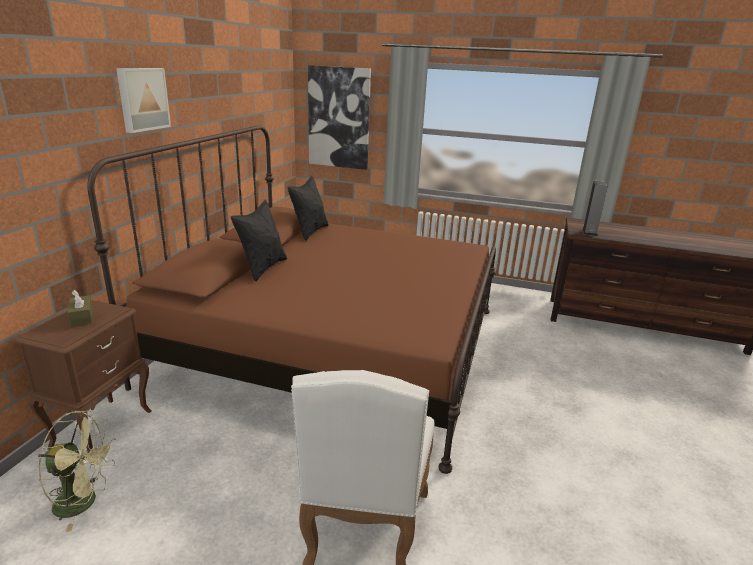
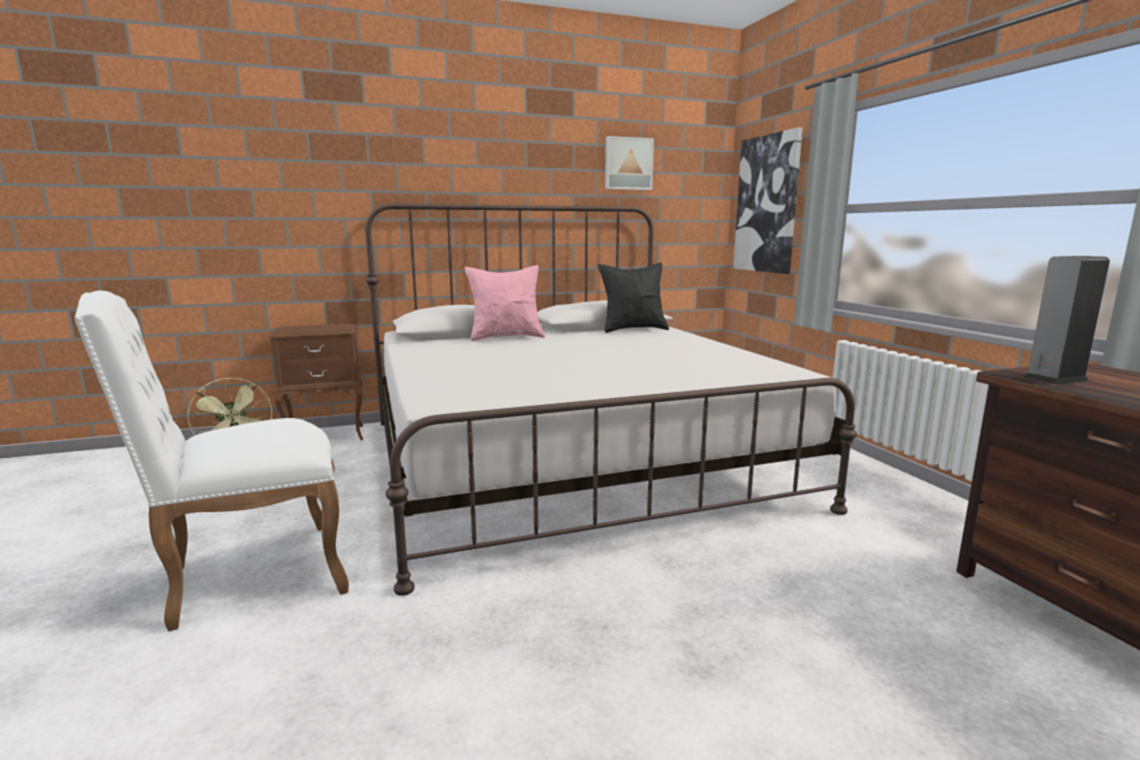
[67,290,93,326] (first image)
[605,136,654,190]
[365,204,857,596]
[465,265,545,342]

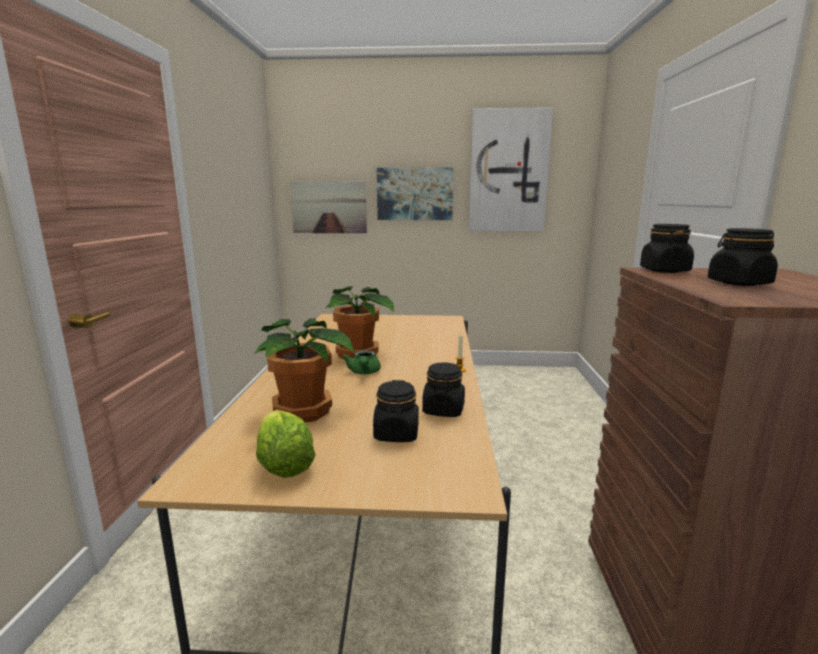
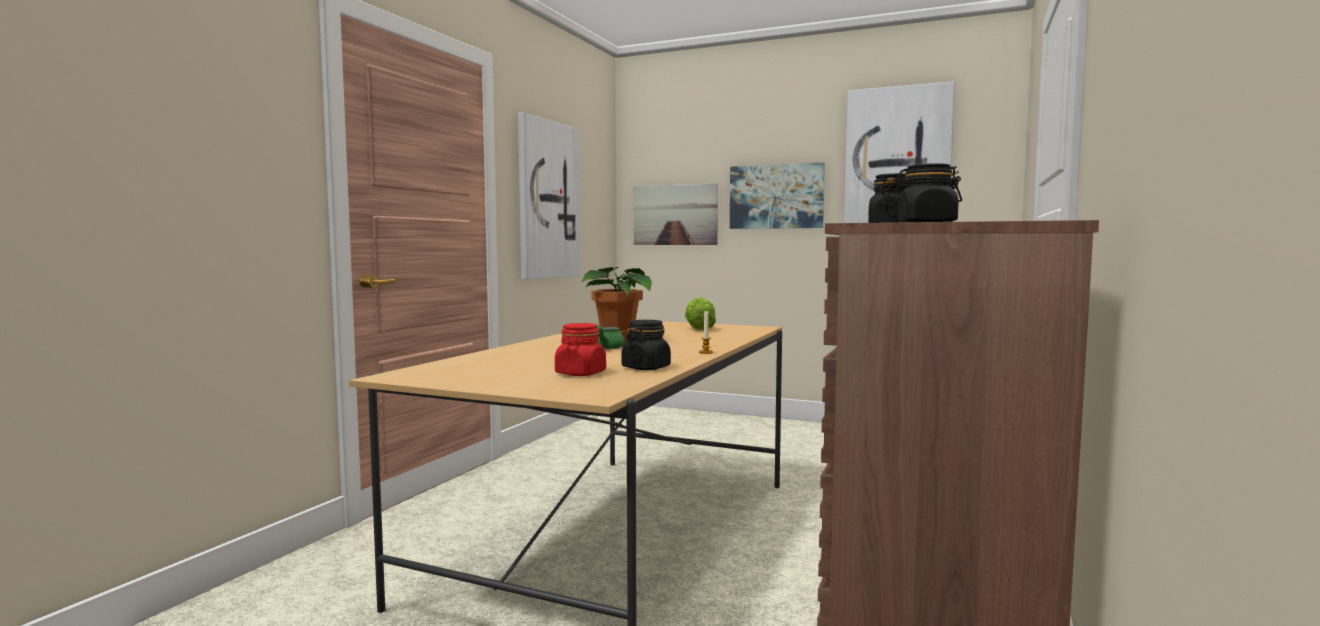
[254,318,354,422] (first image)
[518,112,581,280]
[685,298,716,330]
[555,323,606,376]

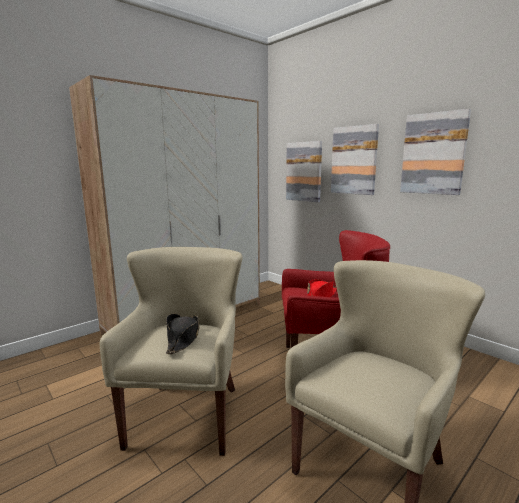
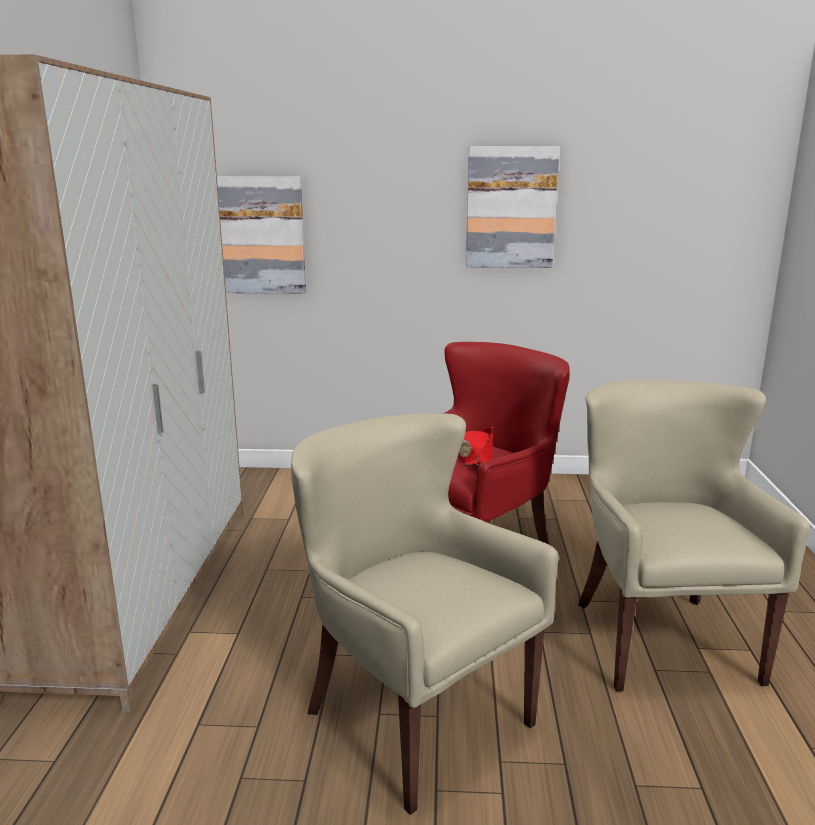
[166,314,199,354] (first image)
[331,124,379,195] (first image)

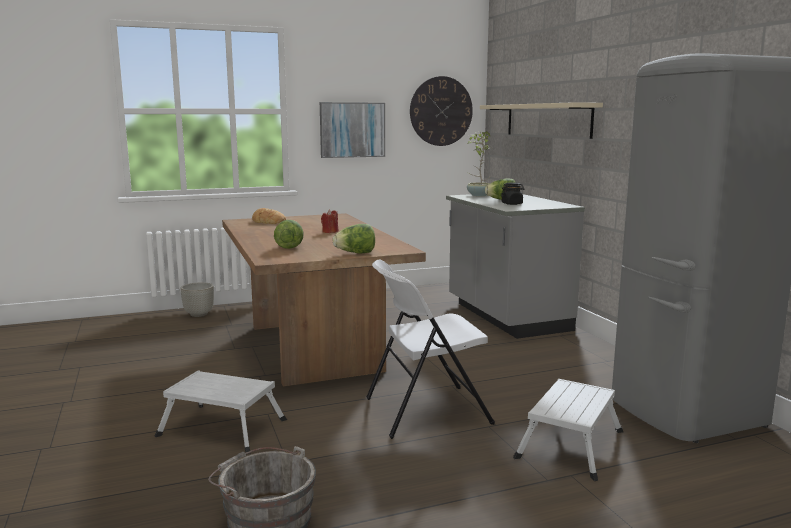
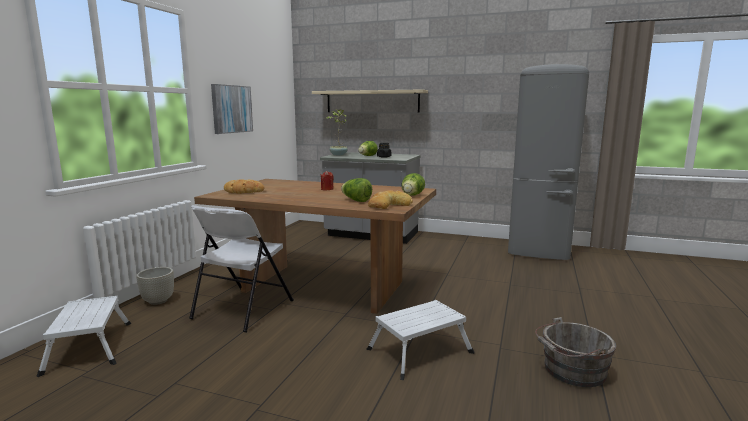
[410,76,473,146] (first image)
[368,190,413,209]
[189,205,294,333]
[36,296,132,377]

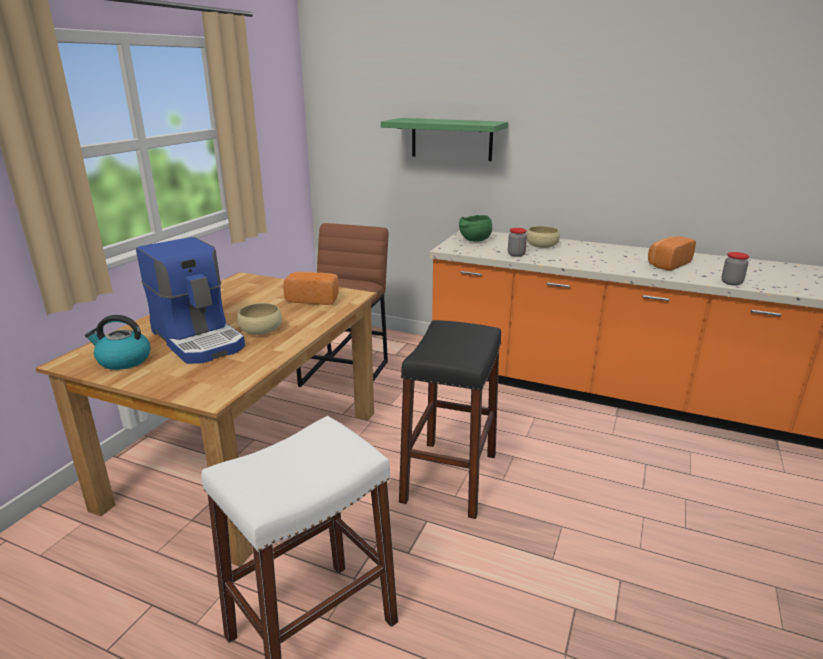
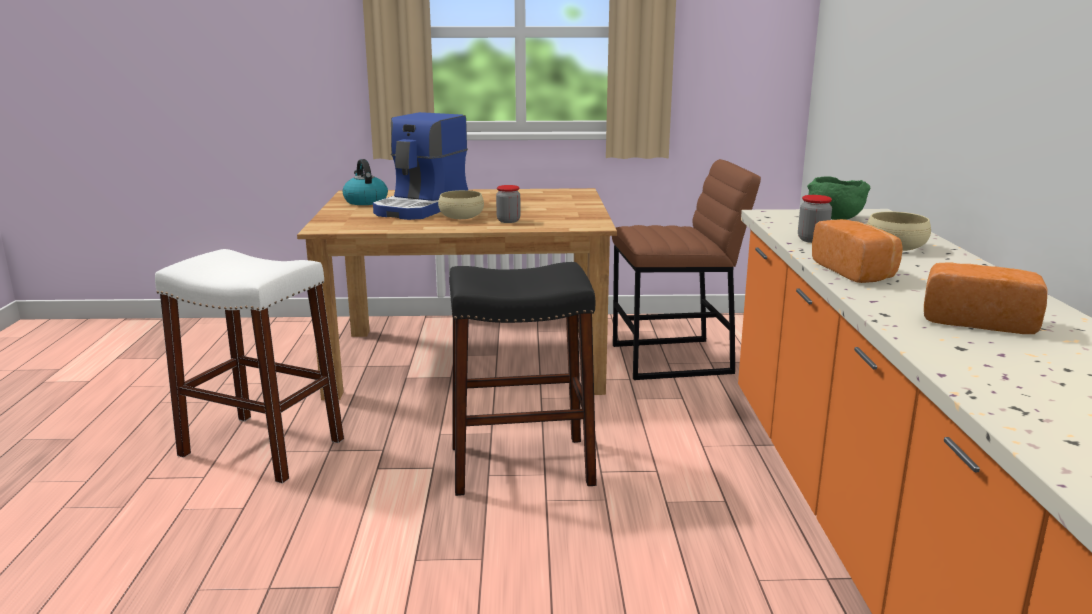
[381,118,508,161] (first image)
[812,219,902,283]
[496,185,521,223]

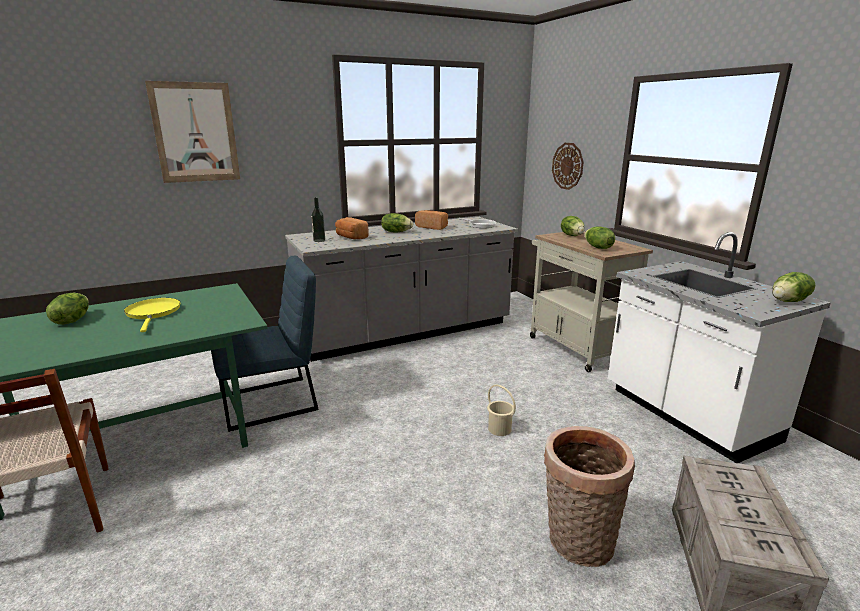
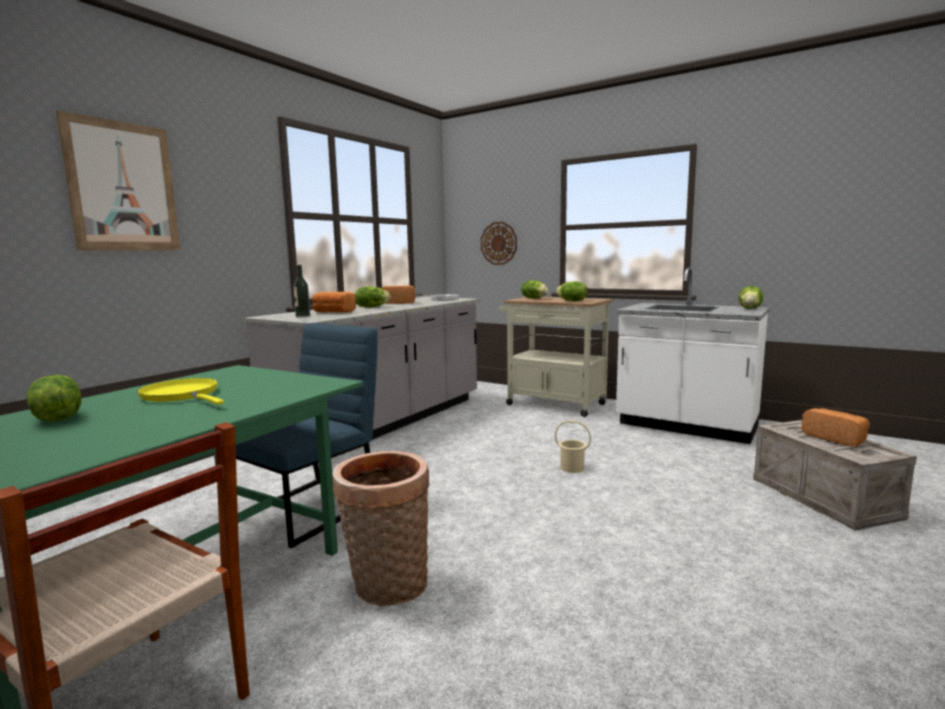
[801,408,870,447]
[333,451,429,606]

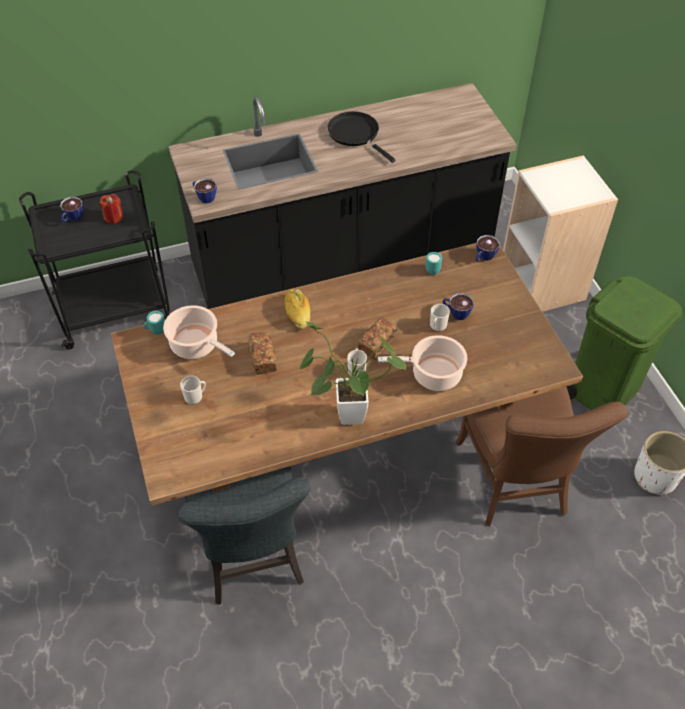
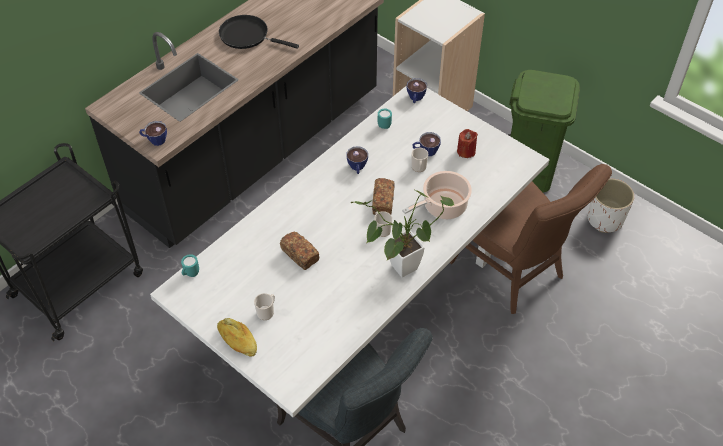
[163,305,235,359] (first image)
[346,146,368,174]
[457,129,478,158]
[217,318,257,357]
[150,86,549,417]

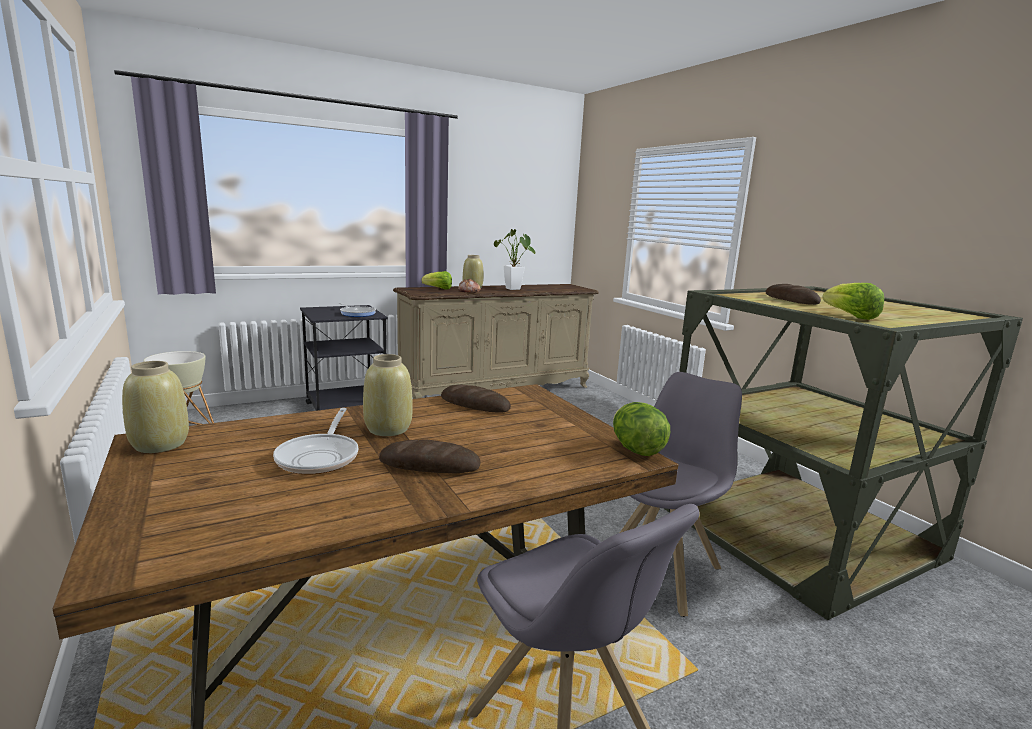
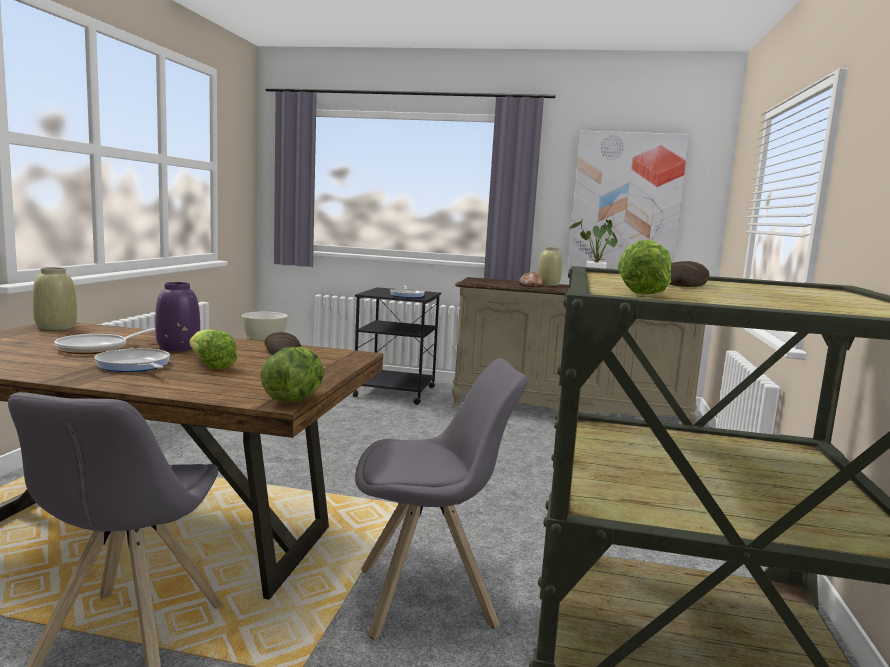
[568,131,689,270]
[190,329,237,369]
[94,348,170,372]
[155,282,200,351]

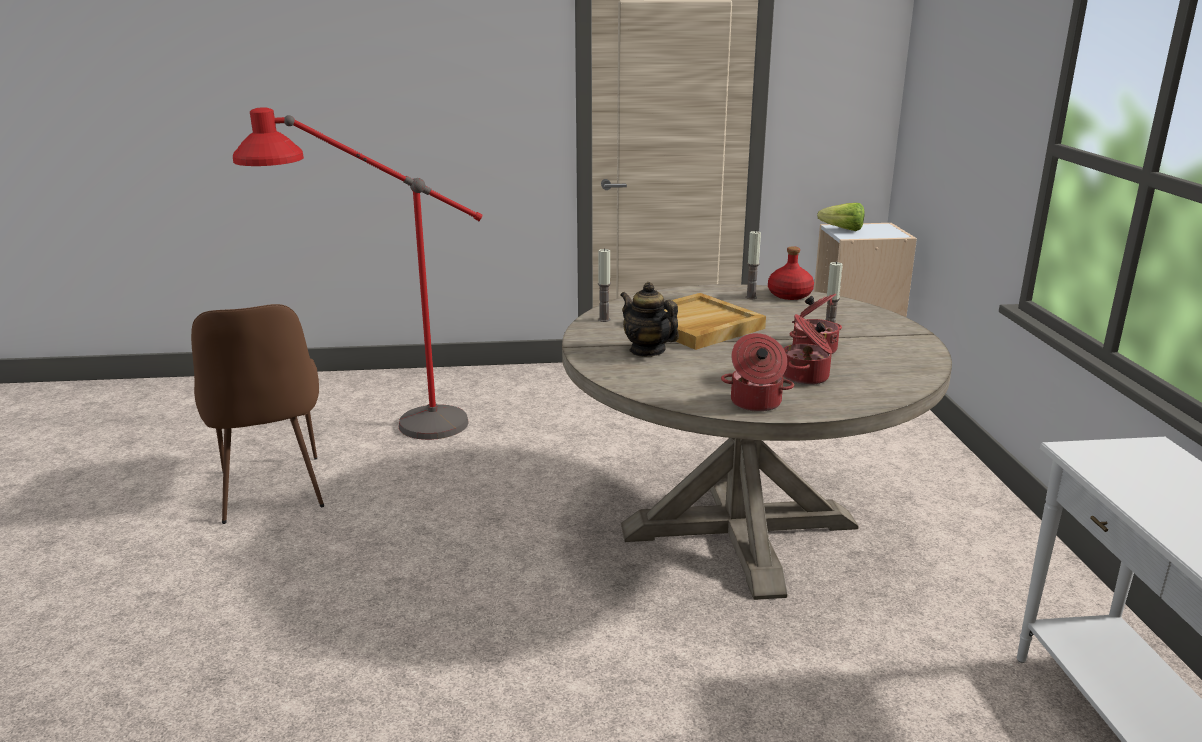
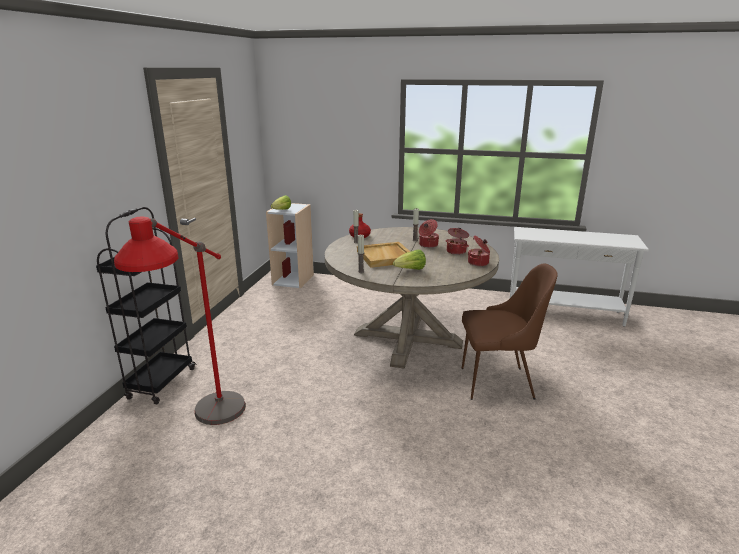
[96,207,196,404]
[462,263,558,400]
[393,250,426,270]

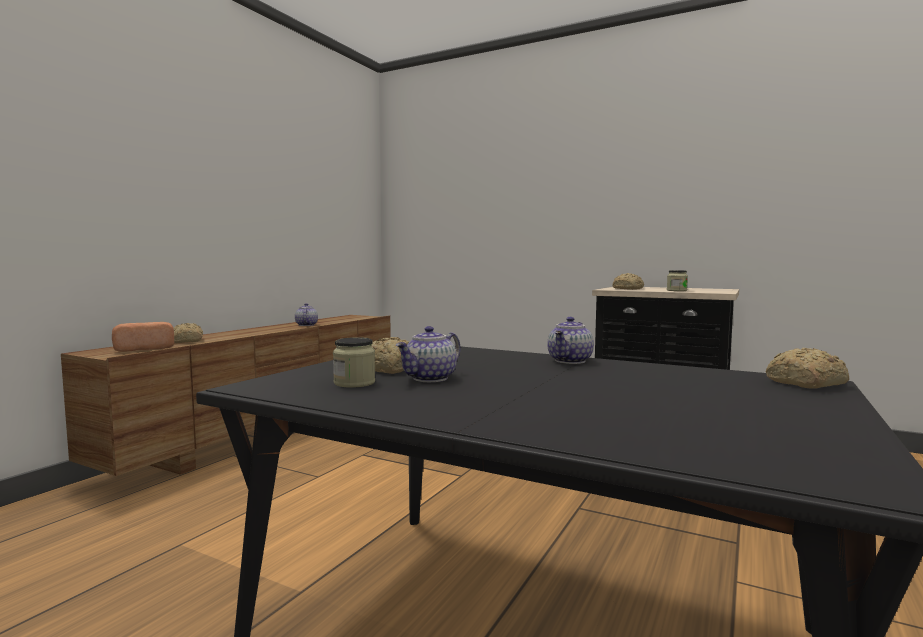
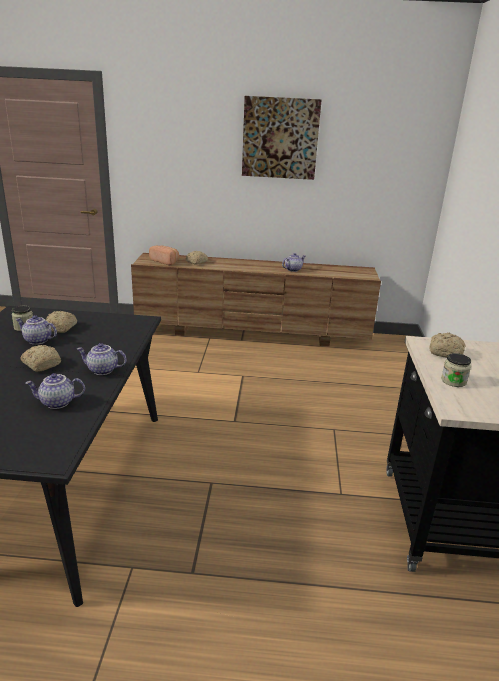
[25,373,85,409]
[242,96,322,180]
[20,345,61,372]

